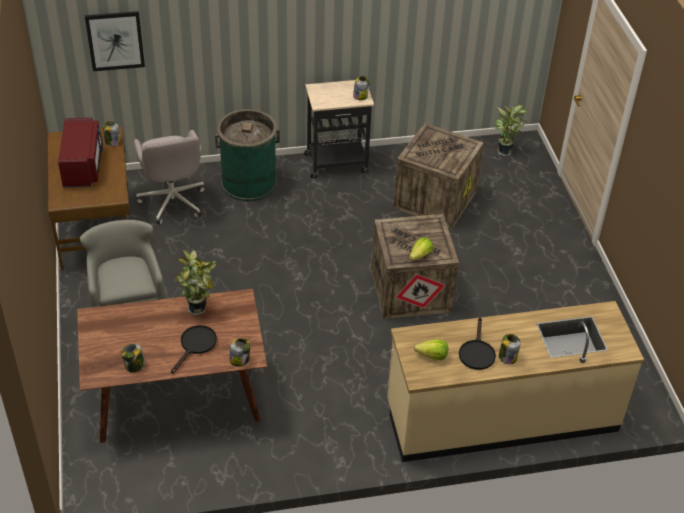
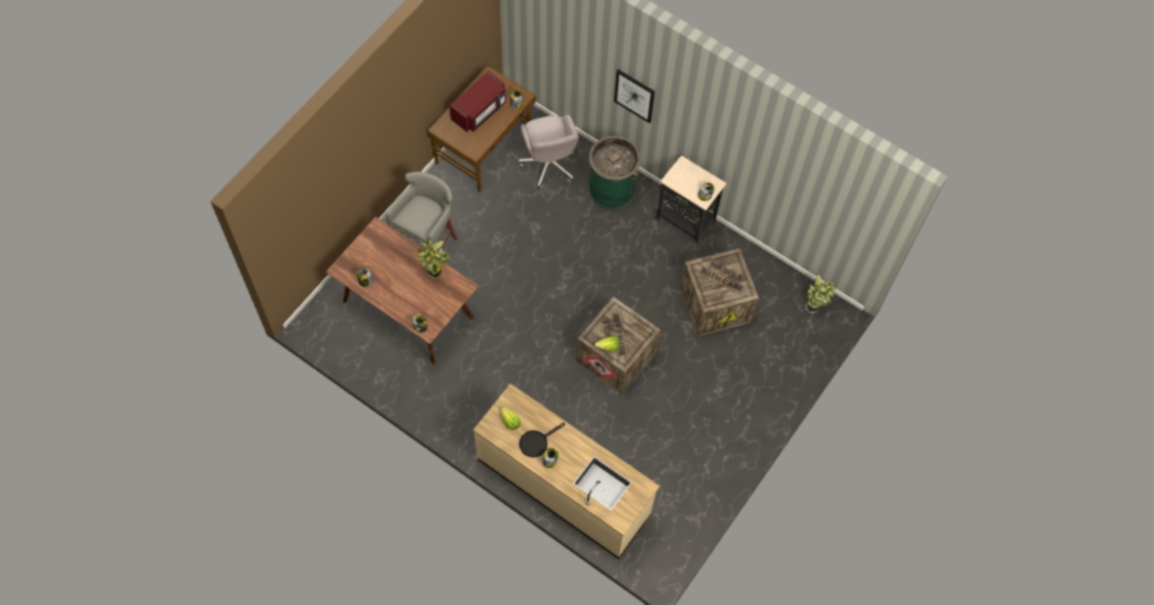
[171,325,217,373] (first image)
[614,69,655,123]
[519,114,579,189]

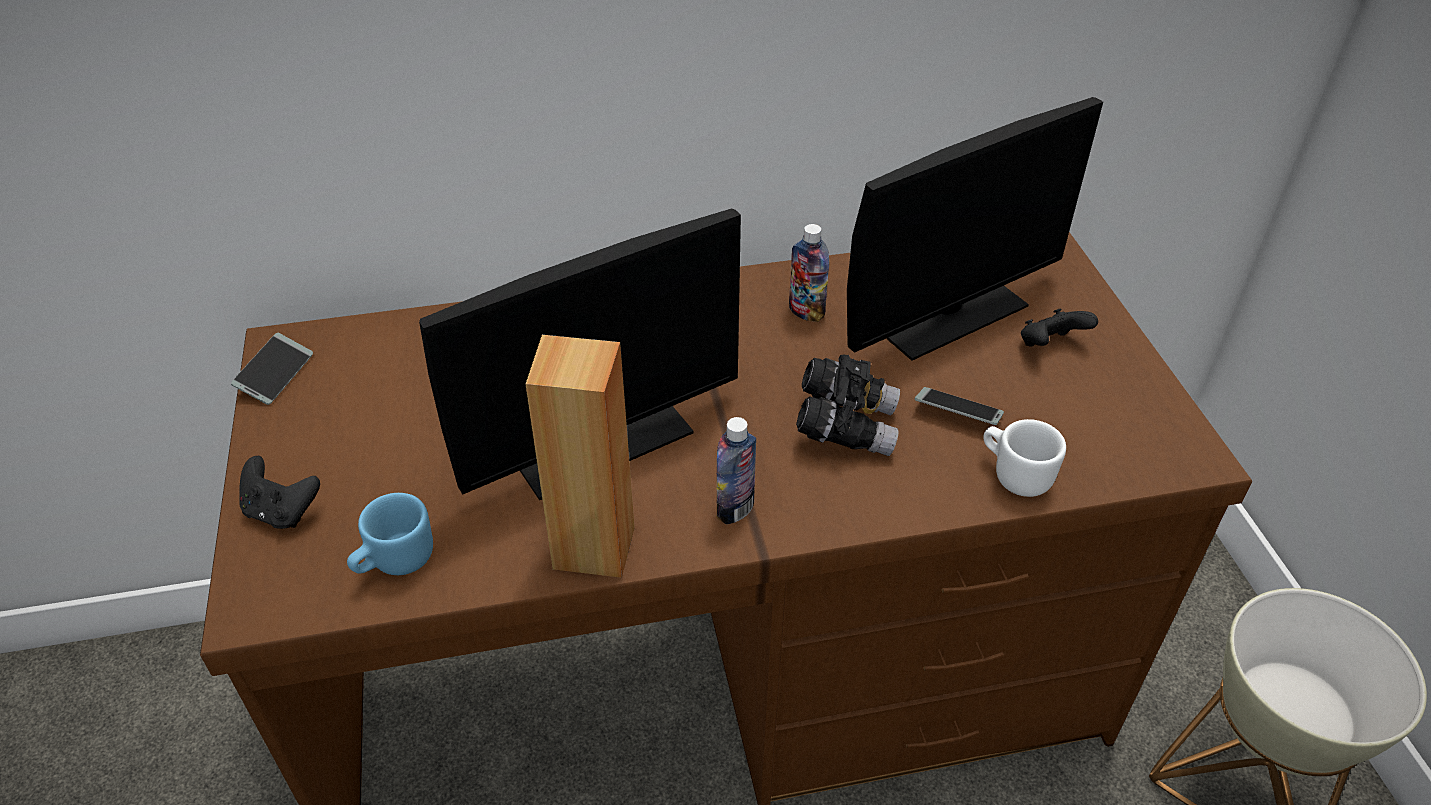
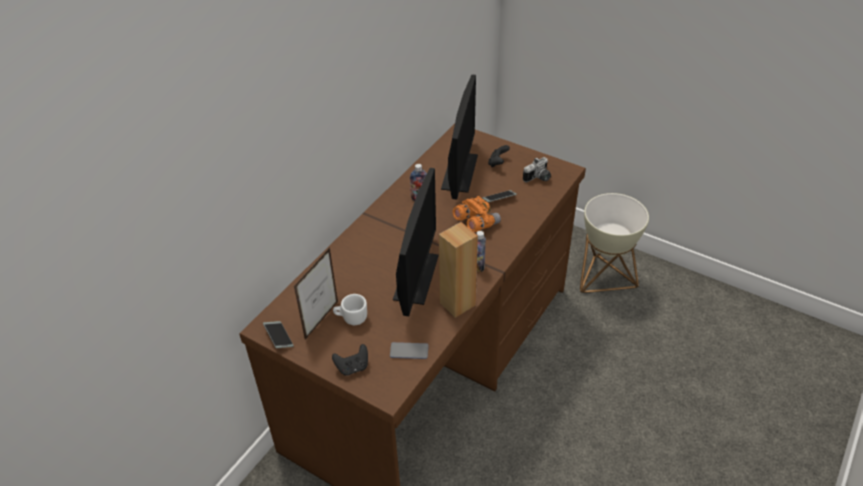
[294,248,338,340]
[523,157,551,182]
[333,294,367,325]
[390,342,429,359]
[453,196,501,232]

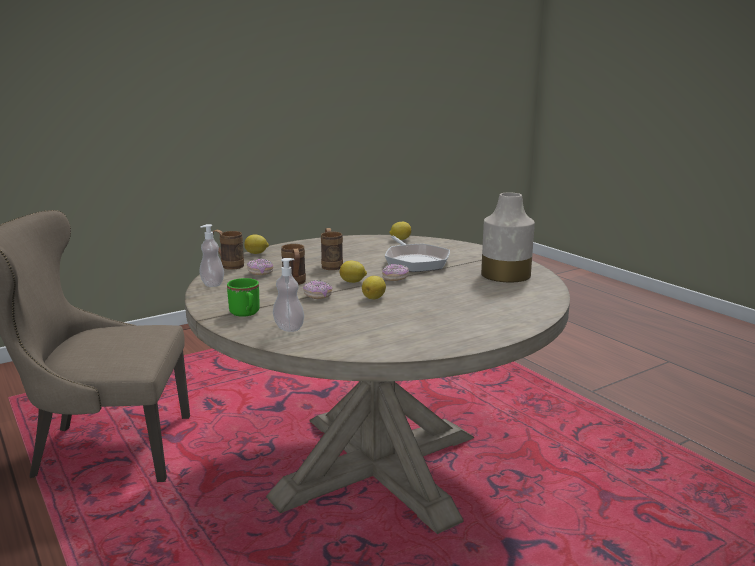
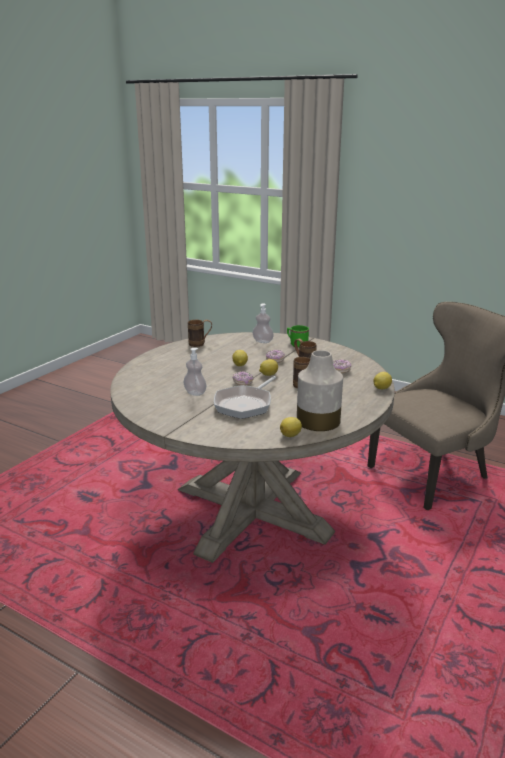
[184,348,206,396]
[188,320,212,347]
[297,350,343,431]
[214,376,276,419]

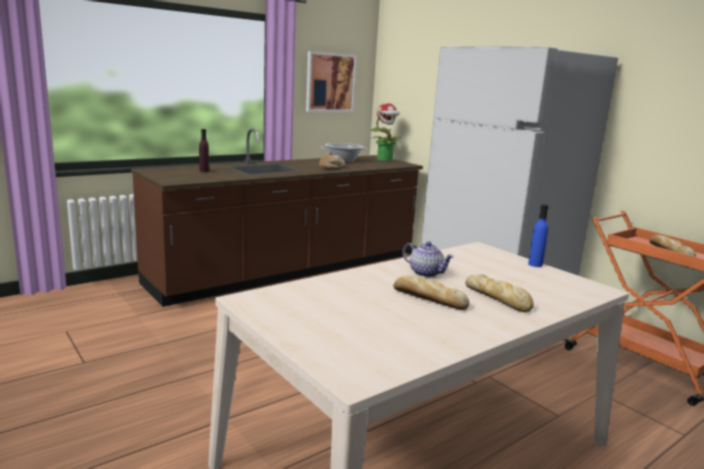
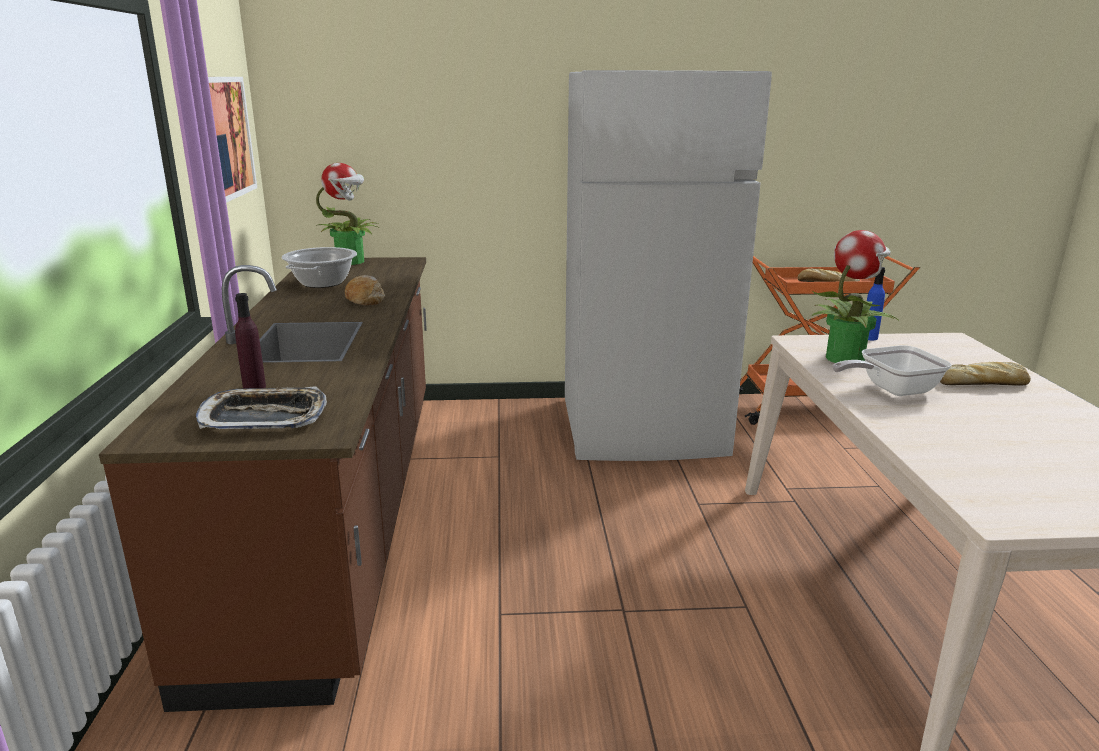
[393,275,469,310] (first image)
[196,386,327,429]
[811,230,899,363]
[833,345,952,396]

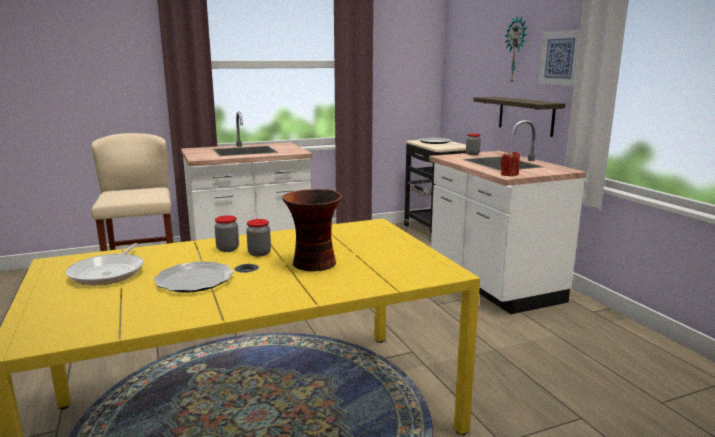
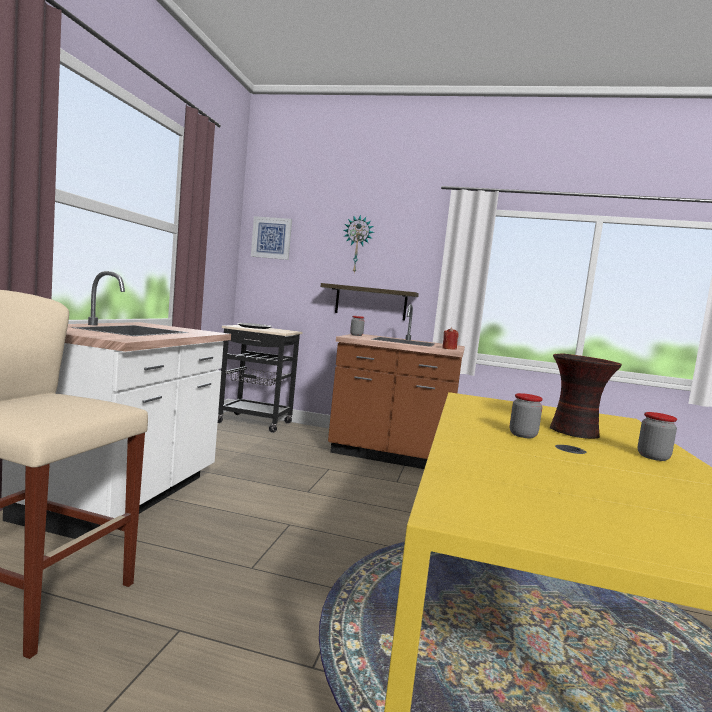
[66,243,144,285] (first image)
[153,261,234,293] (first image)
[638,412,677,461]
[251,216,292,260]
[328,304,465,469]

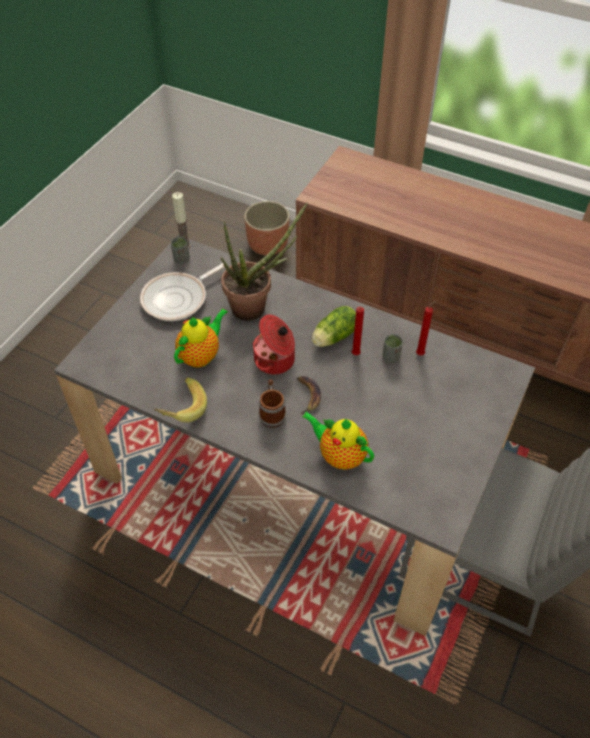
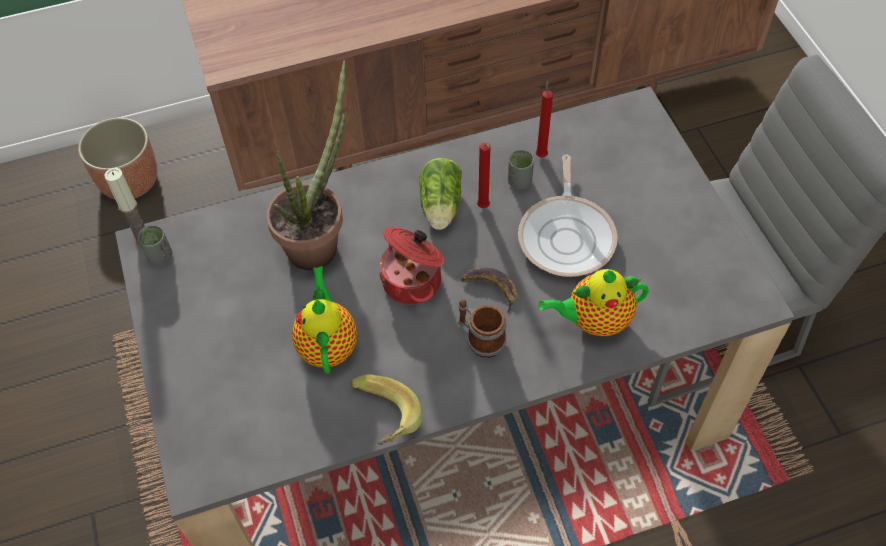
[518,155,617,277]

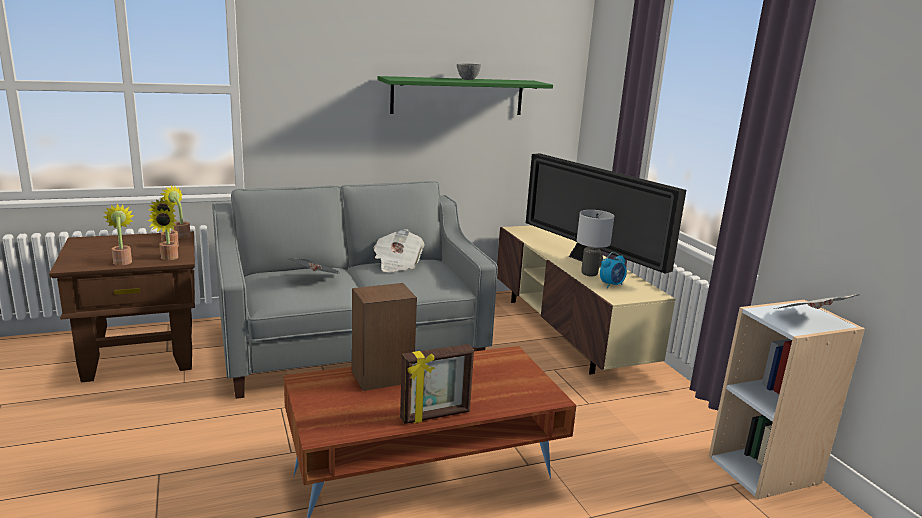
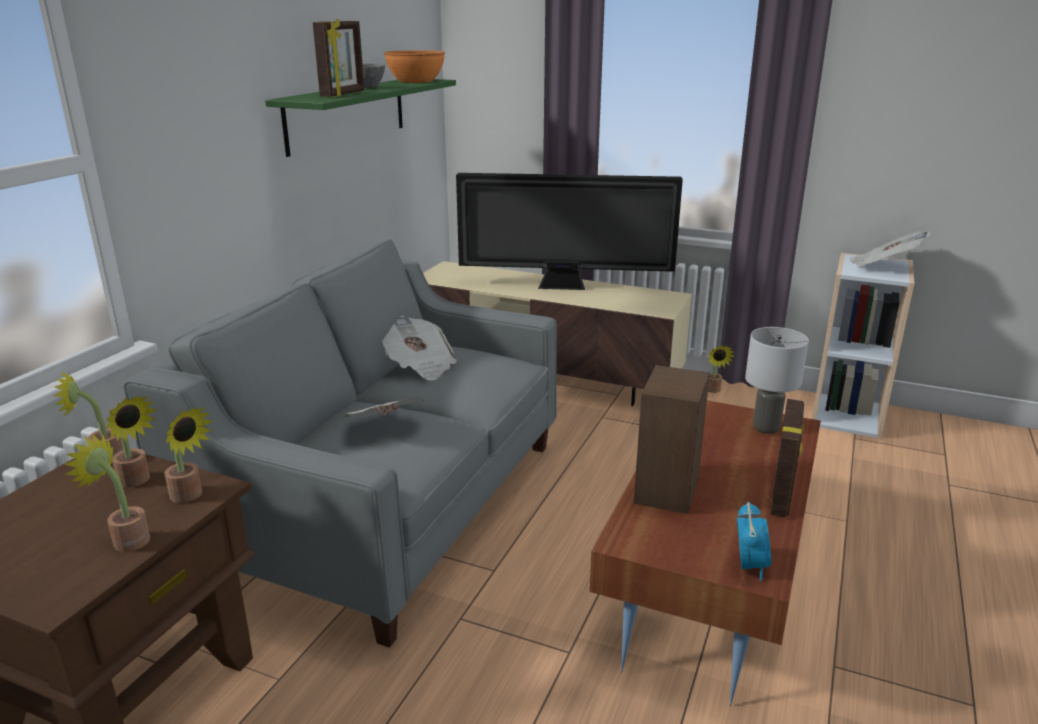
[313,18,364,97]
[384,50,445,83]
[708,345,735,393]
[745,327,809,434]
[737,502,771,581]

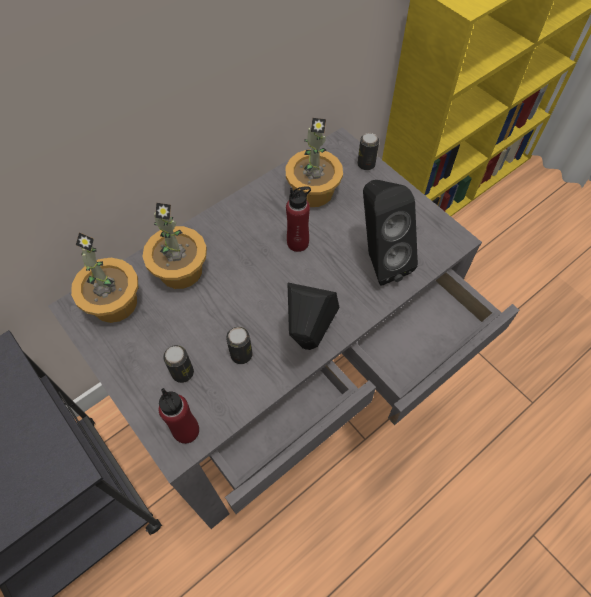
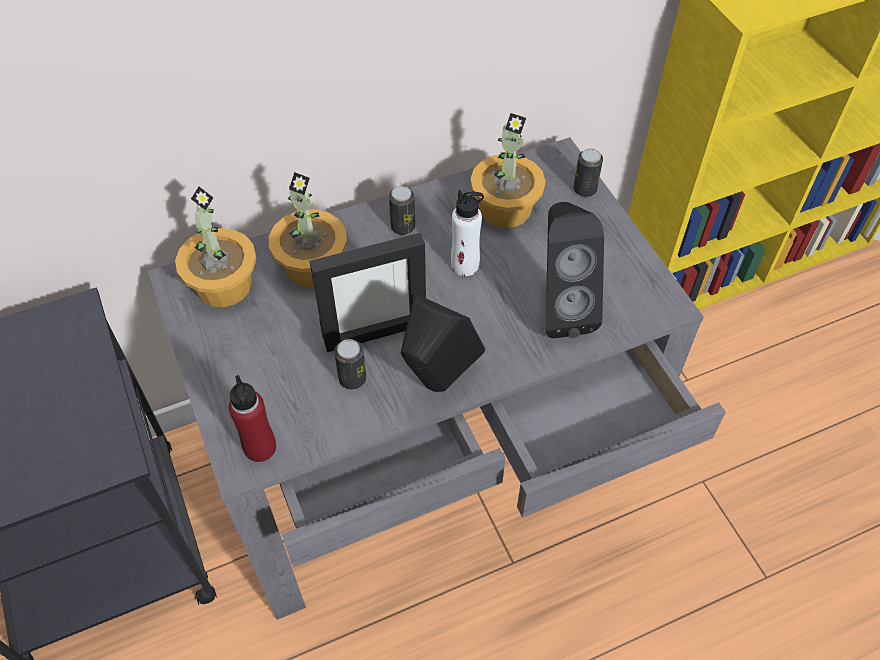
[309,233,426,352]
[389,186,415,235]
[451,190,484,276]

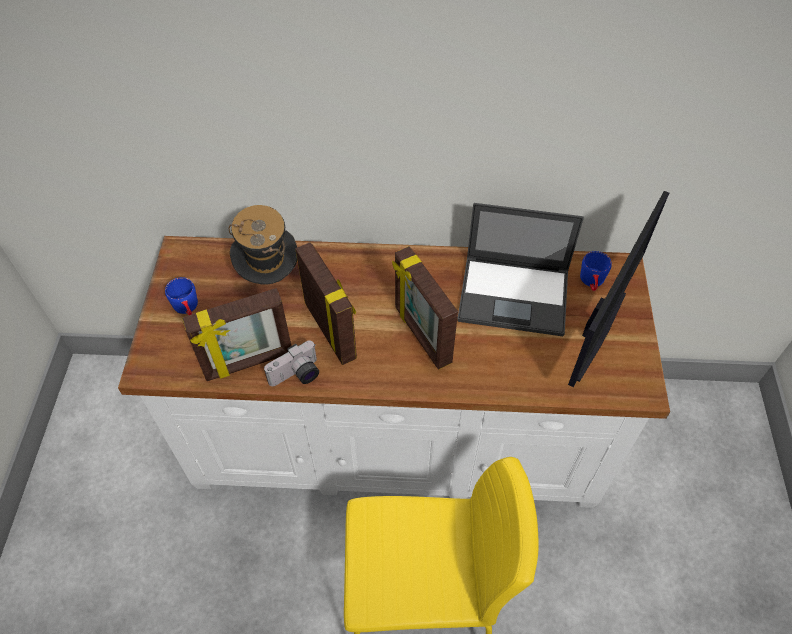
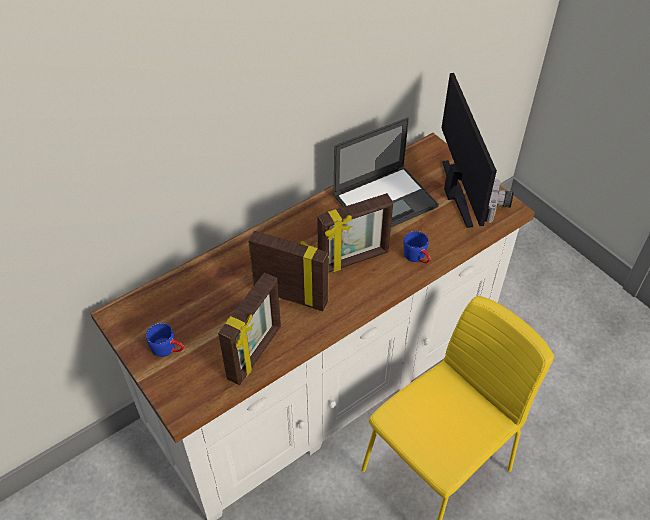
[229,205,297,285] (first image)
[485,179,513,223]
[404,231,430,263]
[317,193,393,273]

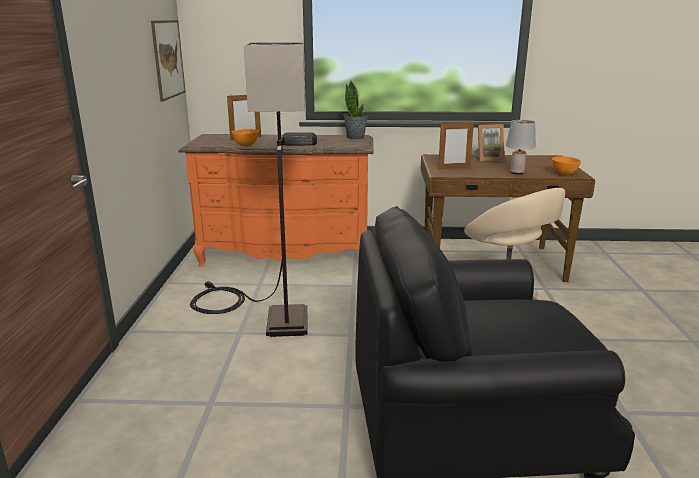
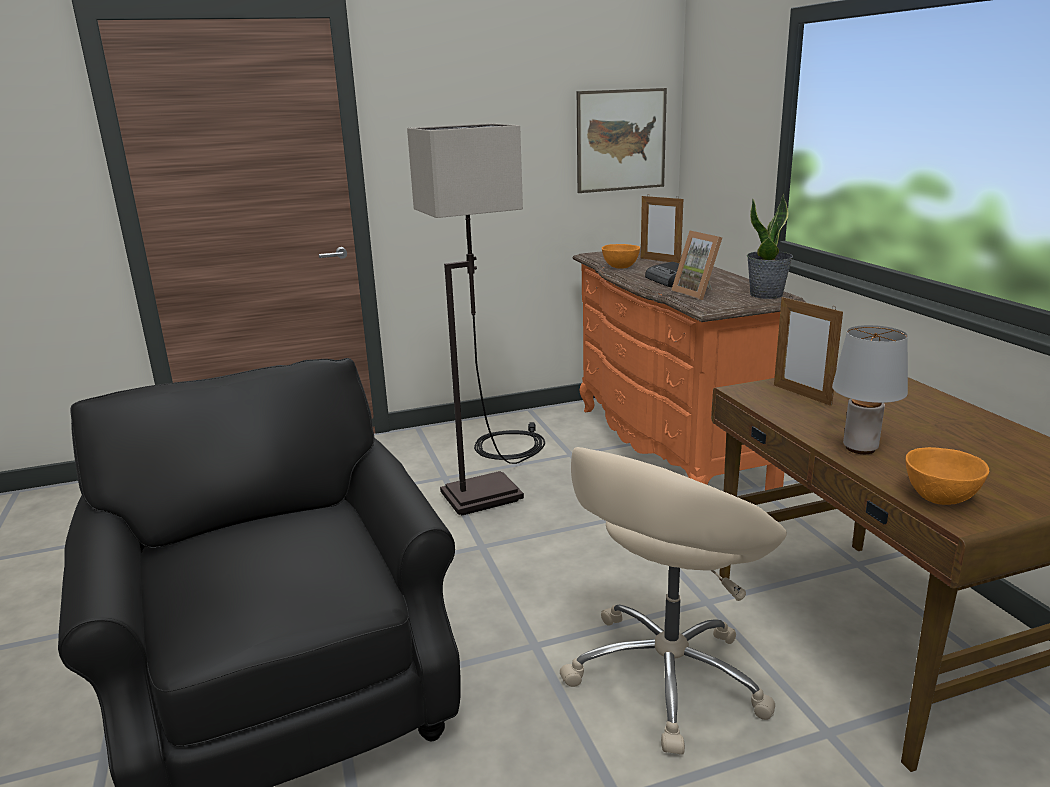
[671,230,722,300]

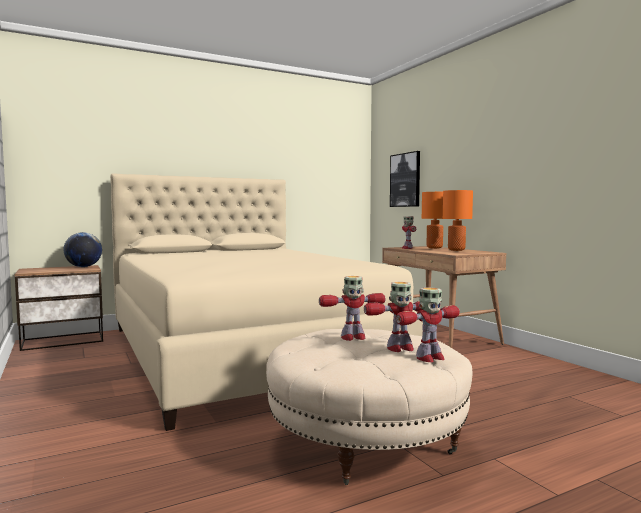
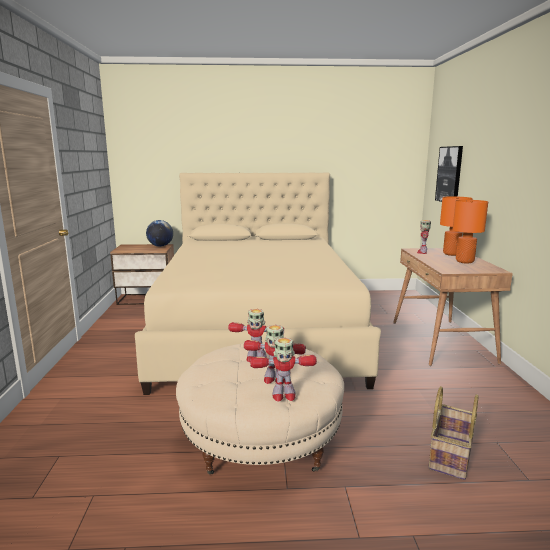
[429,386,479,480]

